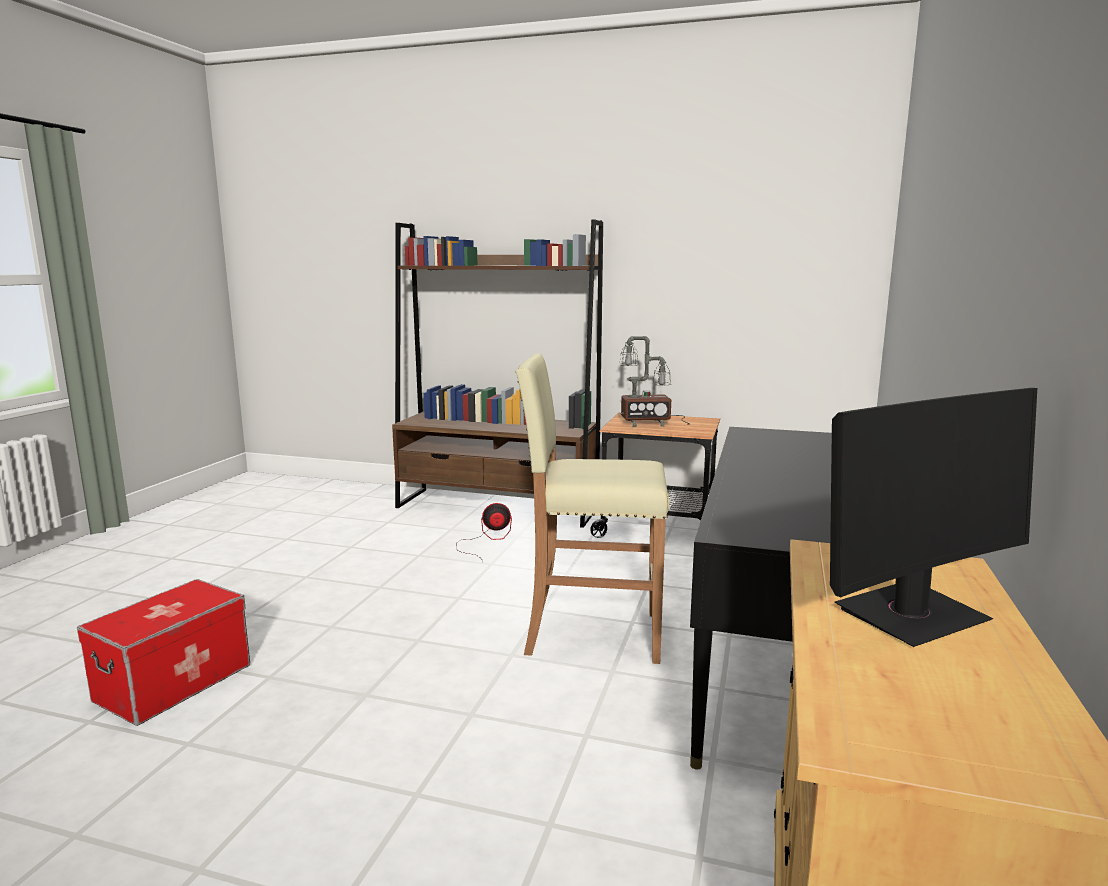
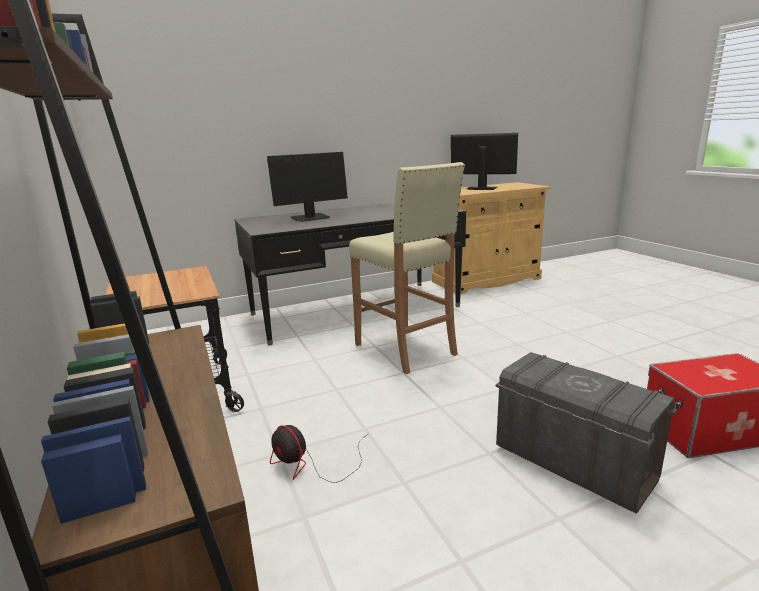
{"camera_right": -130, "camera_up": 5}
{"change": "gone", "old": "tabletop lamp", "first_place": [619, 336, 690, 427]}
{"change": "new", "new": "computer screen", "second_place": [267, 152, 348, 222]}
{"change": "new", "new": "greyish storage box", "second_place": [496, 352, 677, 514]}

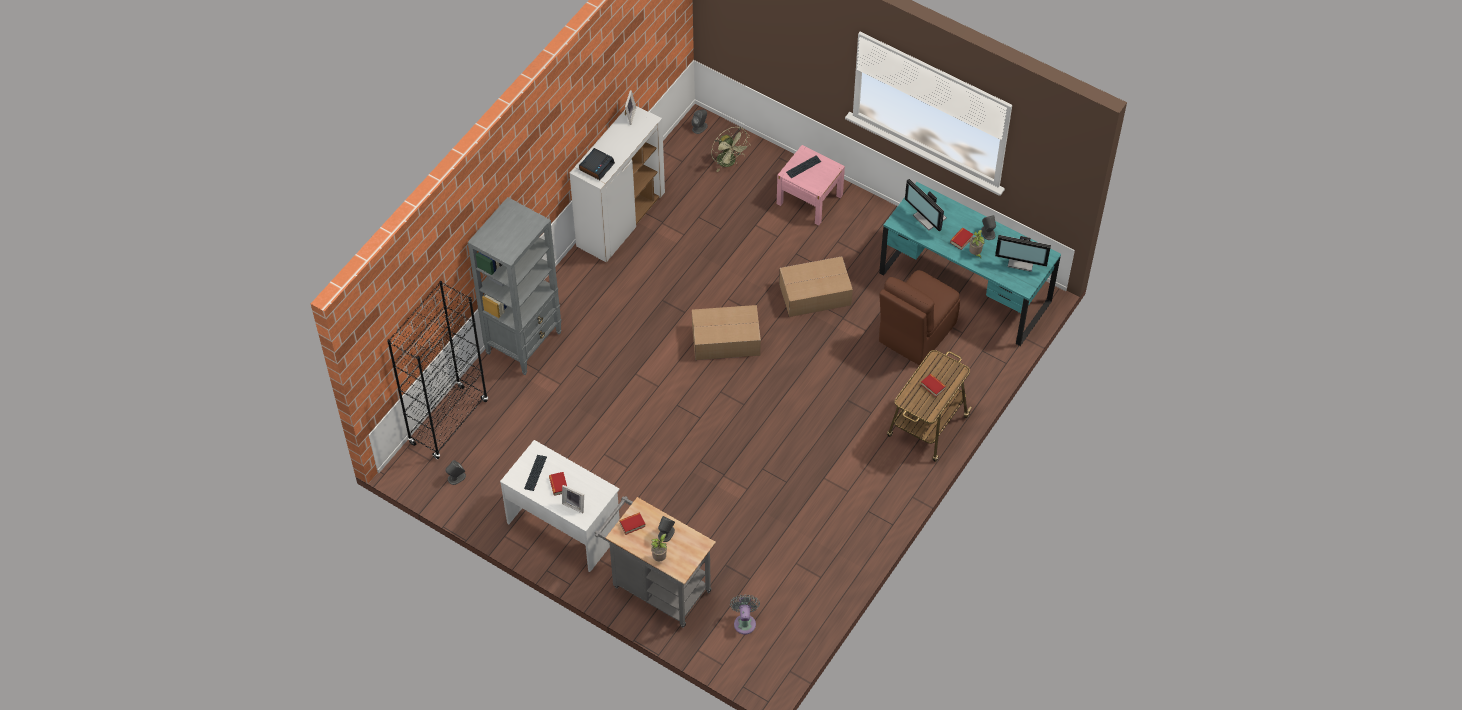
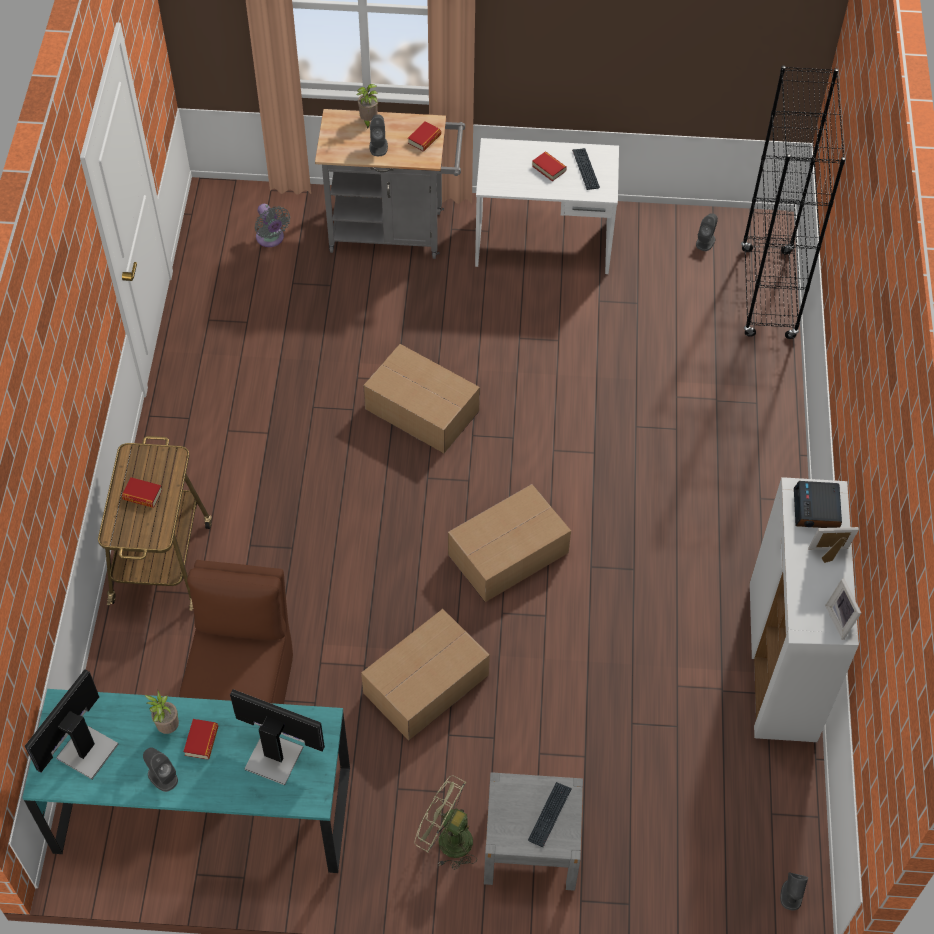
{"camera_right": 150, "camera_up": 0}
{"change": "gone", "old": "greyish bookshelf", "first_place": [468, 197, 562, 375]}
{"change": "new", "new": "cardboard box", "second_place": [363, 344, 480, 453]}
{"change": "shifted", "old": "standing frame", "first_place": [562, 485, 584, 514], "second_place": [808, 527, 859, 563]}
{"change": "shifted", "old": "green electric fan", "first_place": [711, 127, 751, 172], "second_place": [415, 775, 477, 870]}
{"change": "repainted", "old": "pink-coloured bedside table", "new": "greyish bedside table", "first_place": [777, 145, 845, 226], "second_place": [484, 772, 583, 891]}
{"change": "rotated", "old": "computer screen", "first_place": [995, 235, 1051, 272], "second_place": [24, 669, 119, 779], "degrees": -45}

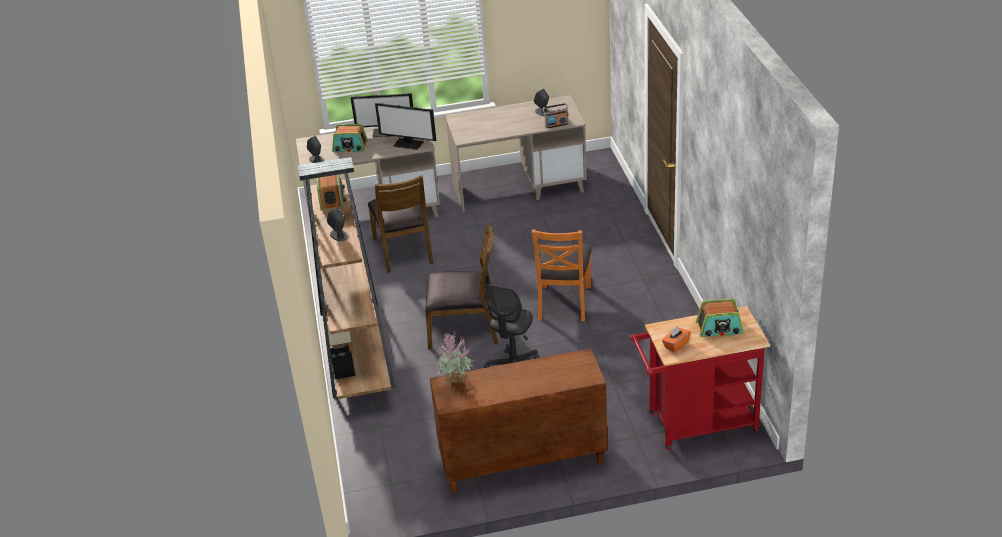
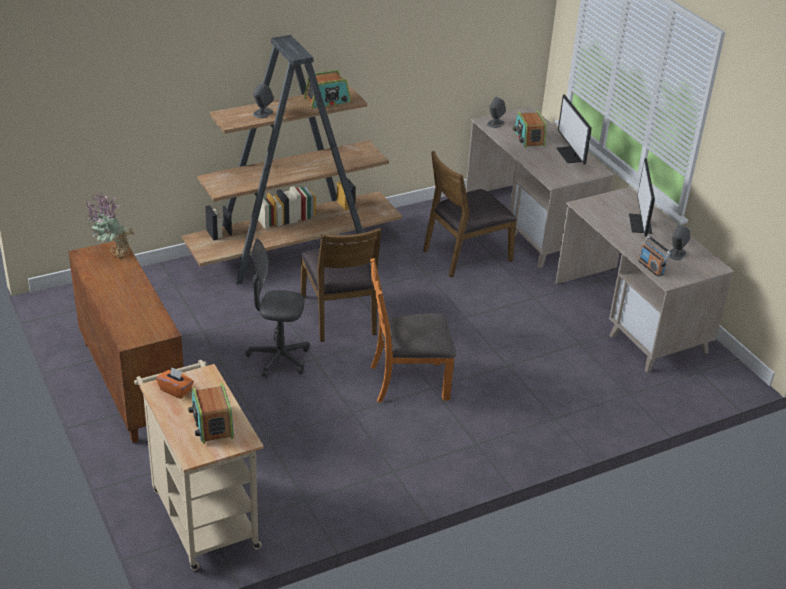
{"camera_right": 70, "camera_up": 0}
{"change": "shifted", "old": "computer screen", "first_place": [375, 103, 436, 150], "second_place": [629, 158, 655, 237]}
{"change": "repainted", "old": "red wheeled cart", "new": "beige wheeled cart", "first_place": [630, 306, 770, 450], "second_place": [134, 360, 264, 571]}

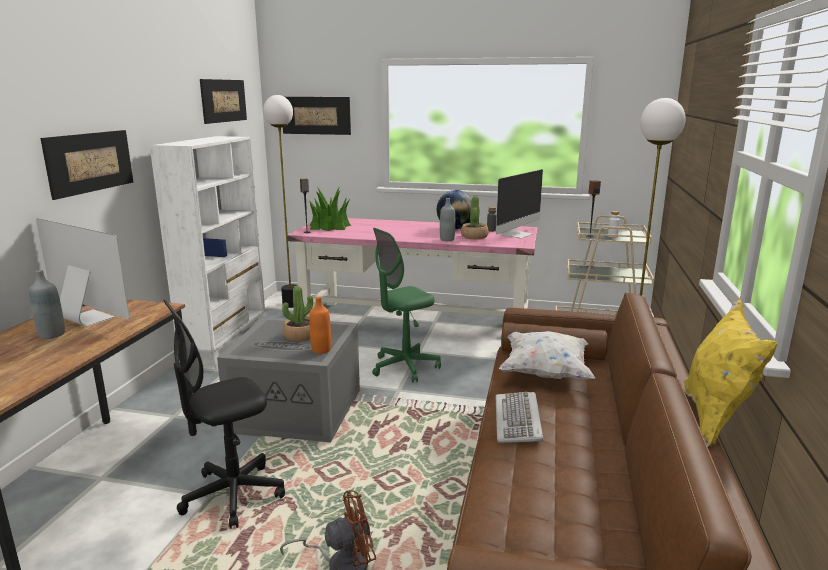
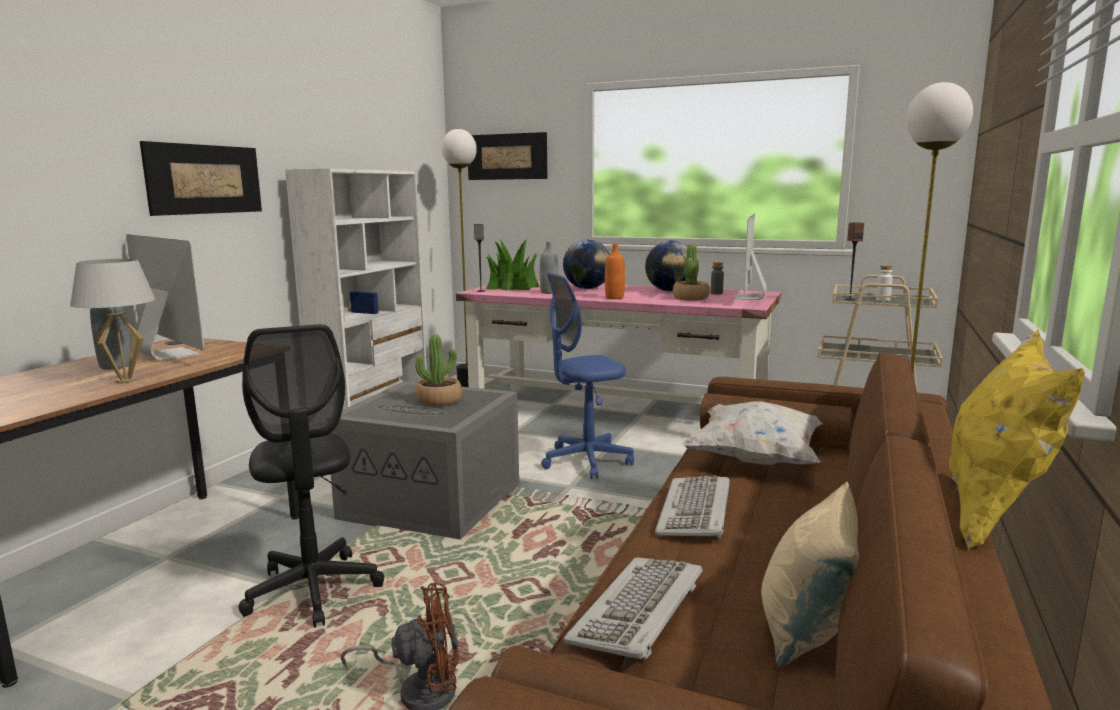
{"camera_right": 10, "camera_up": -5}
{"change": "gone", "old": "wall art", "first_place": [200, 79, 247, 124]}
{"change": "new", "new": "white-coloured tabletop lamp", "second_place": [70, 259, 156, 383]}
{"change": "new", "new": "world globe", "second_place": [563, 240, 610, 289]}
{"change": "new", "new": "PC keyboard", "second_place": [563, 557, 703, 661]}
{"change": "new", "new": "beige cushion", "second_place": [761, 482, 859, 667]}
{"change": "shifted", "old": "orangey bottle", "first_place": [309, 297, 331, 354], "second_place": [605, 244, 625, 299]}
{"change": "shifted", "old": "greyish bottle", "first_place": [440, 198, 455, 241], "second_place": [540, 242, 559, 294]}
{"change": "repainted", "old": "green desk chair", "new": "blue-coloured desk chair", "first_place": [372, 228, 441, 382], "second_place": [541, 272, 634, 479]}
{"change": "rotated", "old": "black desk chair", "first_place": [164, 300, 285, 529], "second_place": [238, 324, 384, 628], "degrees": -90}
{"change": "rotated", "old": "computer screen", "first_place": [496, 169, 543, 239], "second_place": [733, 213, 767, 300], "degrees": 150}

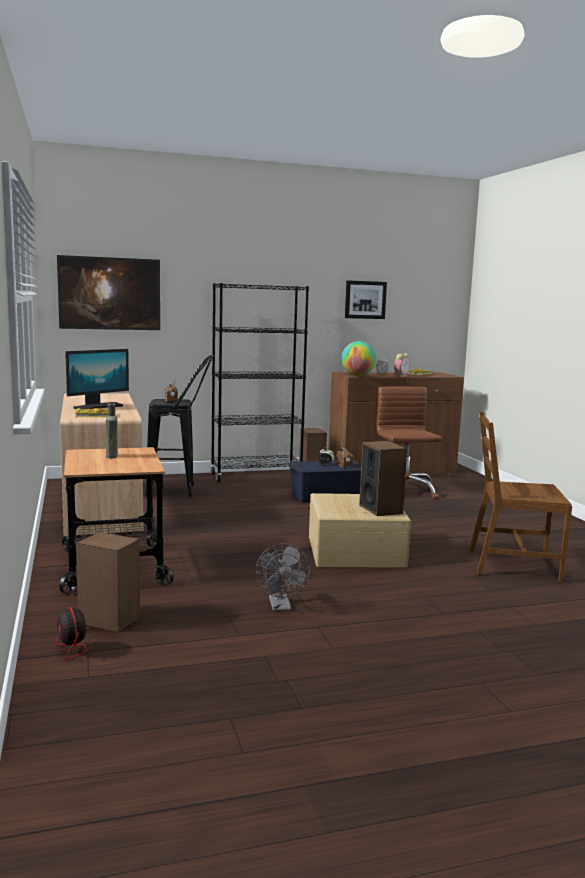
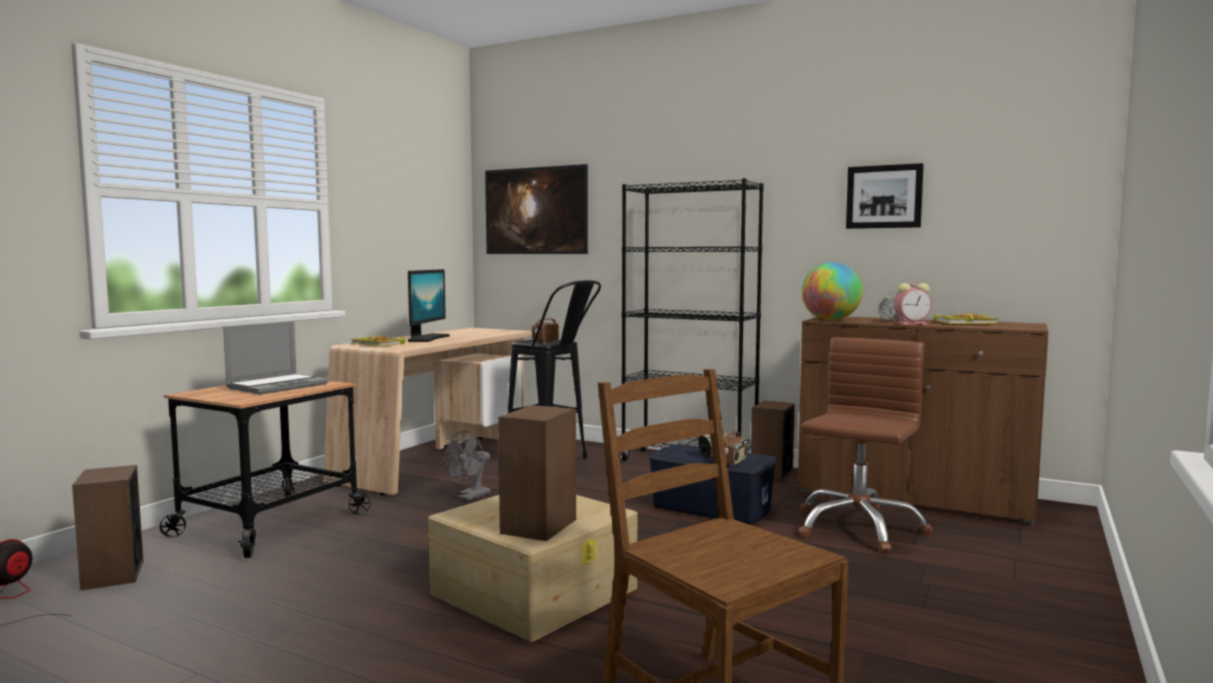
{"camera_right": 45, "camera_up": -5}
{"change": "shifted", "old": "greyish electric fan", "first_place": [256, 543, 310, 612], "second_place": [444, 431, 490, 501]}
{"change": "swapped", "old": "brown-coloured bottle", "new": "portable computer", "first_place": [106, 403, 118, 458], "second_place": [223, 321, 329, 394]}
{"change": "rotated", "old": "computer screen", "first_place": [65, 349, 129, 409], "second_place": [408, 269, 450, 342], "degrees": -75}

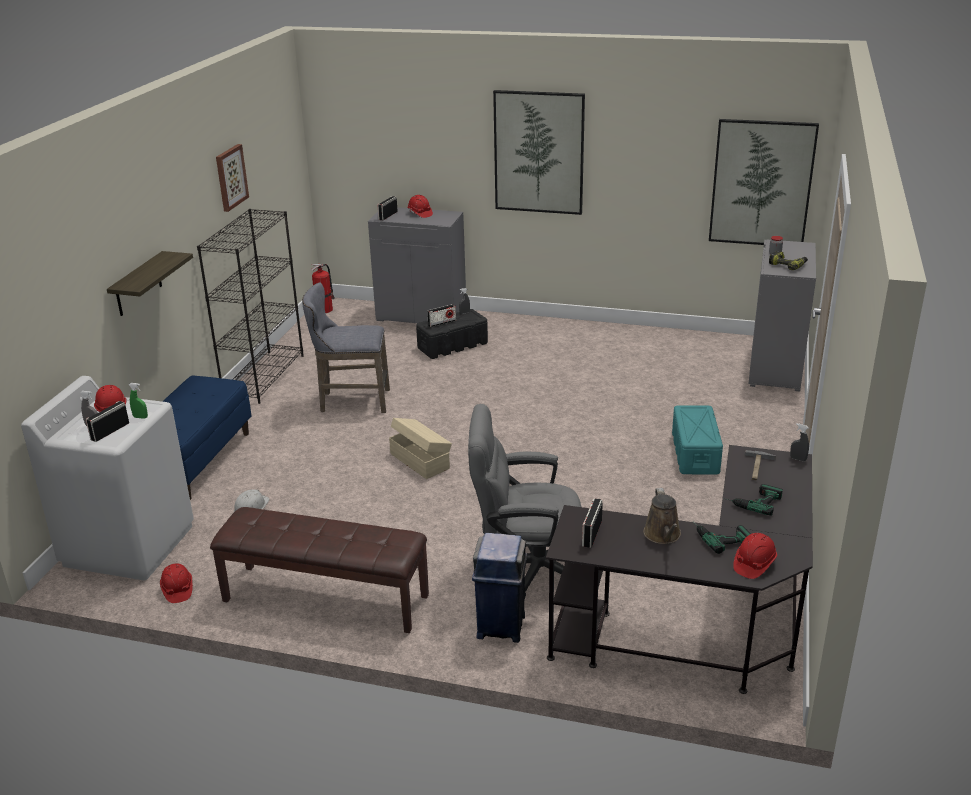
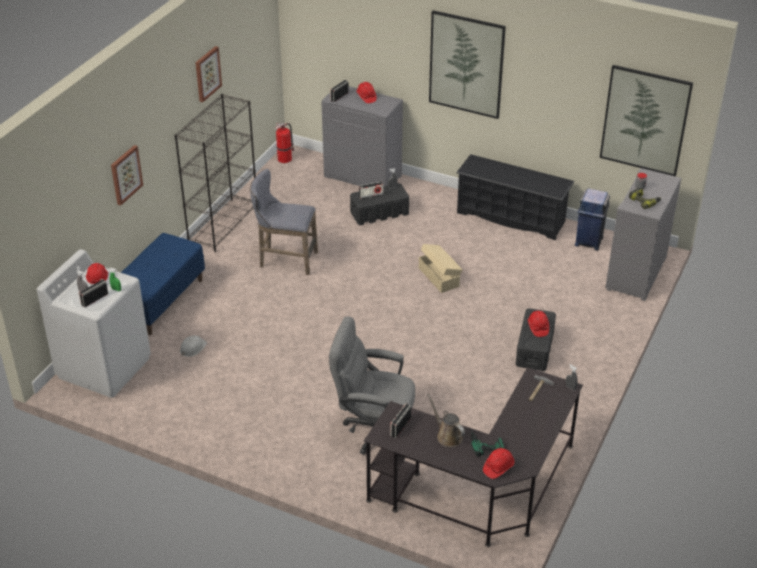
{"camera_right": 10, "camera_up": 10}
{"change": "gone", "old": "brown-coloured indoor bench", "first_place": [210, 507, 429, 633]}
{"change": "gone", "old": "drill", "first_place": [723, 484, 783, 516]}
{"change": "new", "new": "black shoe stand", "second_place": [456, 154, 575, 240]}
{"change": "shifted", "old": "red hard hat", "first_place": [160, 564, 193, 603], "second_place": [528, 311, 549, 337]}
{"change": "shifted", "old": "beige storage box", "first_place": [389, 418, 452, 479], "second_place": [419, 244, 463, 293]}
{"change": "shifted", "old": "blue-coloured rubbish bin", "first_place": [472, 533, 527, 643], "second_place": [575, 188, 610, 251]}
{"change": "swapped", "old": "wall shelf", "new": "wall art", "first_place": [107, 251, 193, 316], "second_place": [111, 145, 143, 205]}
{"change": "repainted", "old": "blue-green storage box", "new": "black storage box", "first_place": [672, 405, 723, 475], "second_place": [516, 308, 556, 371]}
{"change": "rotated", "old": "brown-coloured sprinkling can", "first_place": [644, 488, 681, 544], "second_place": [427, 394, 465, 447], "degrees": 135}

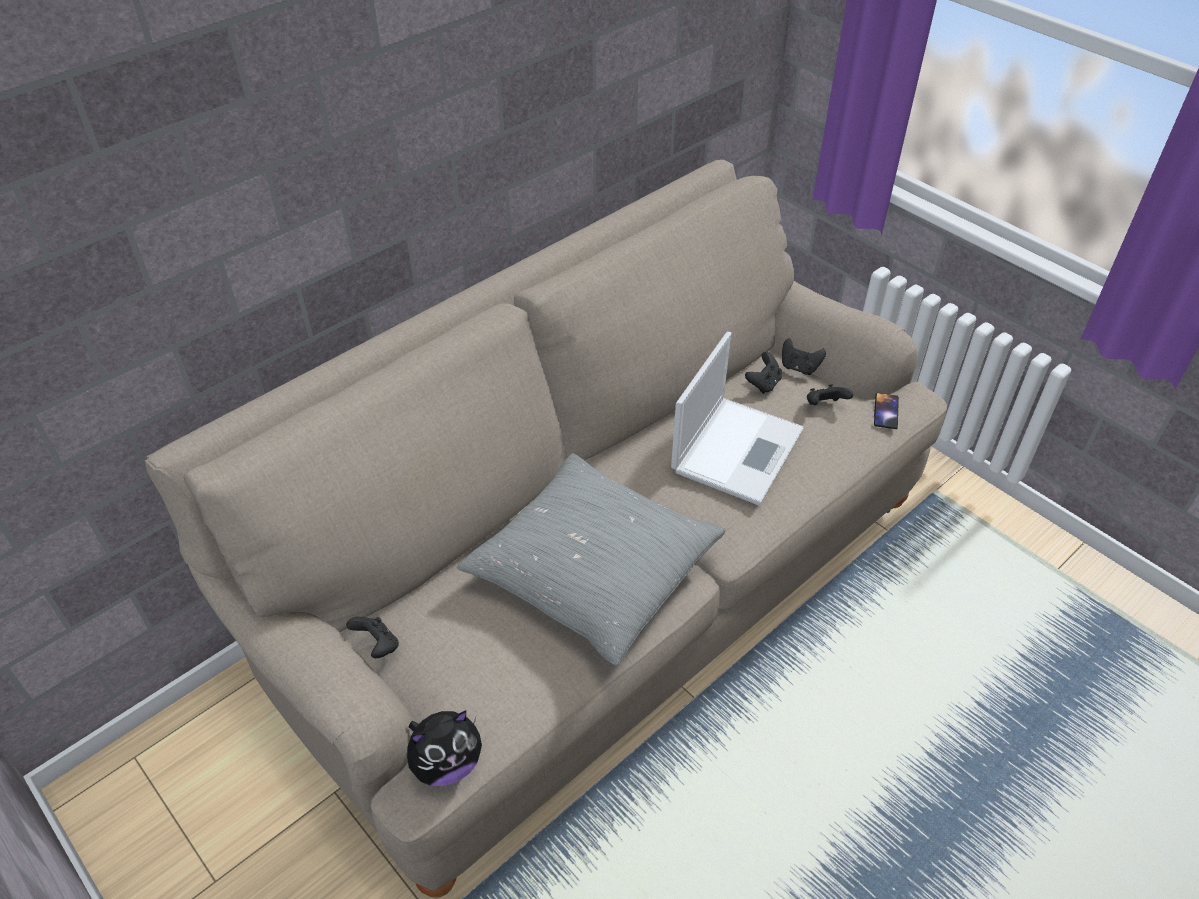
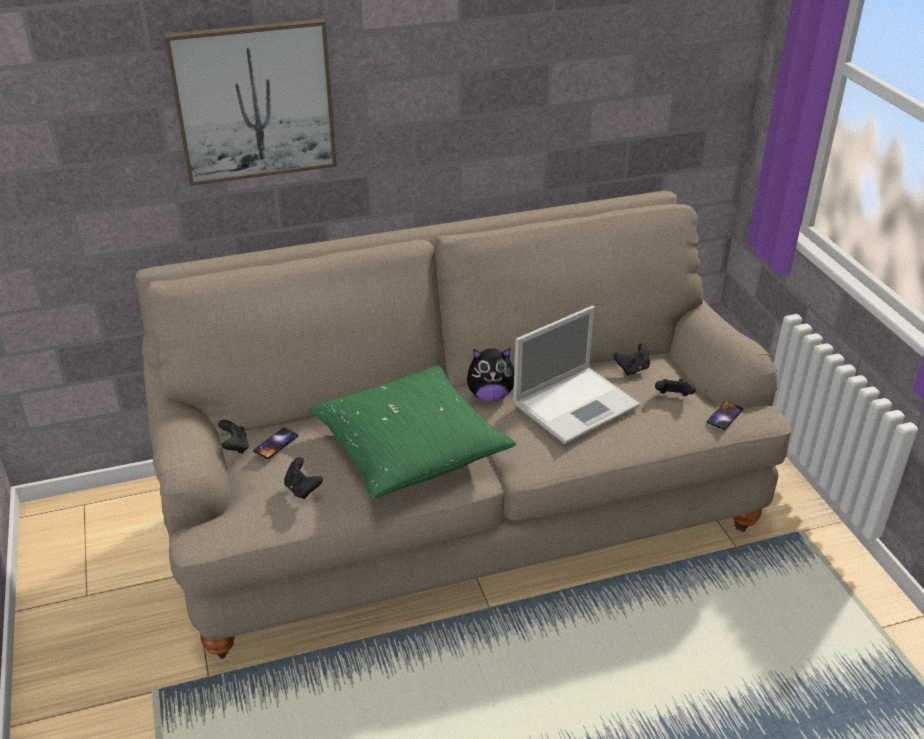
{"camera_right": 25, "camera_up": -10}
{"change": "new", "new": "wall art", "second_place": [164, 18, 337, 186]}
{"change": "new", "new": "telephone", "second_place": [253, 428, 298, 459]}
{"change": "shifted", "old": "plush toy", "first_place": [407, 710, 482, 786], "second_place": [467, 348, 514, 401]}
{"change": "shifted", "old": "black joypad", "first_place": [782, 339, 826, 375], "second_place": [284, 457, 323, 499]}
{"change": "repainted", "old": "greyish cushion", "new": "green cushion", "first_place": [457, 453, 726, 665], "second_place": [308, 365, 516, 499]}

